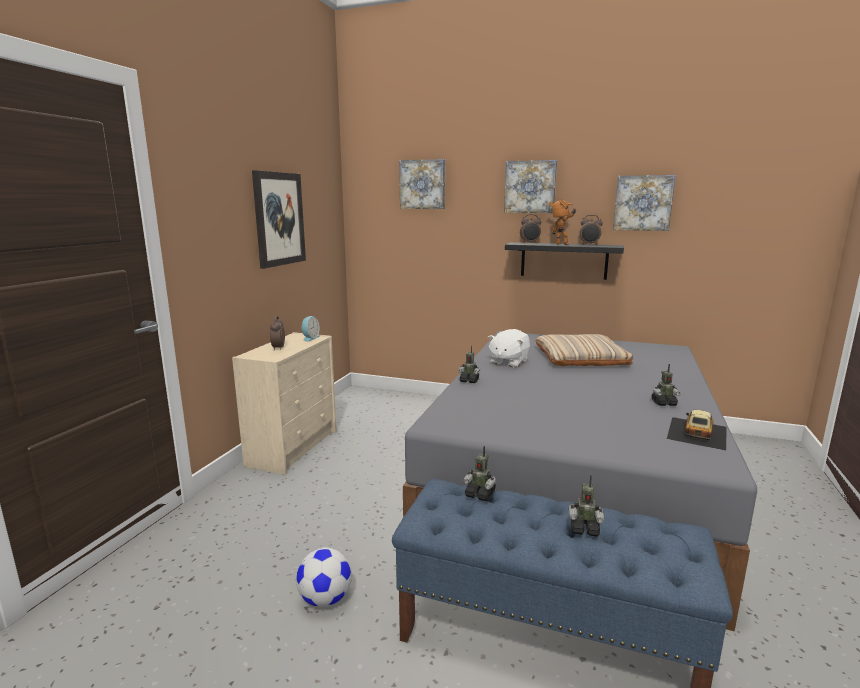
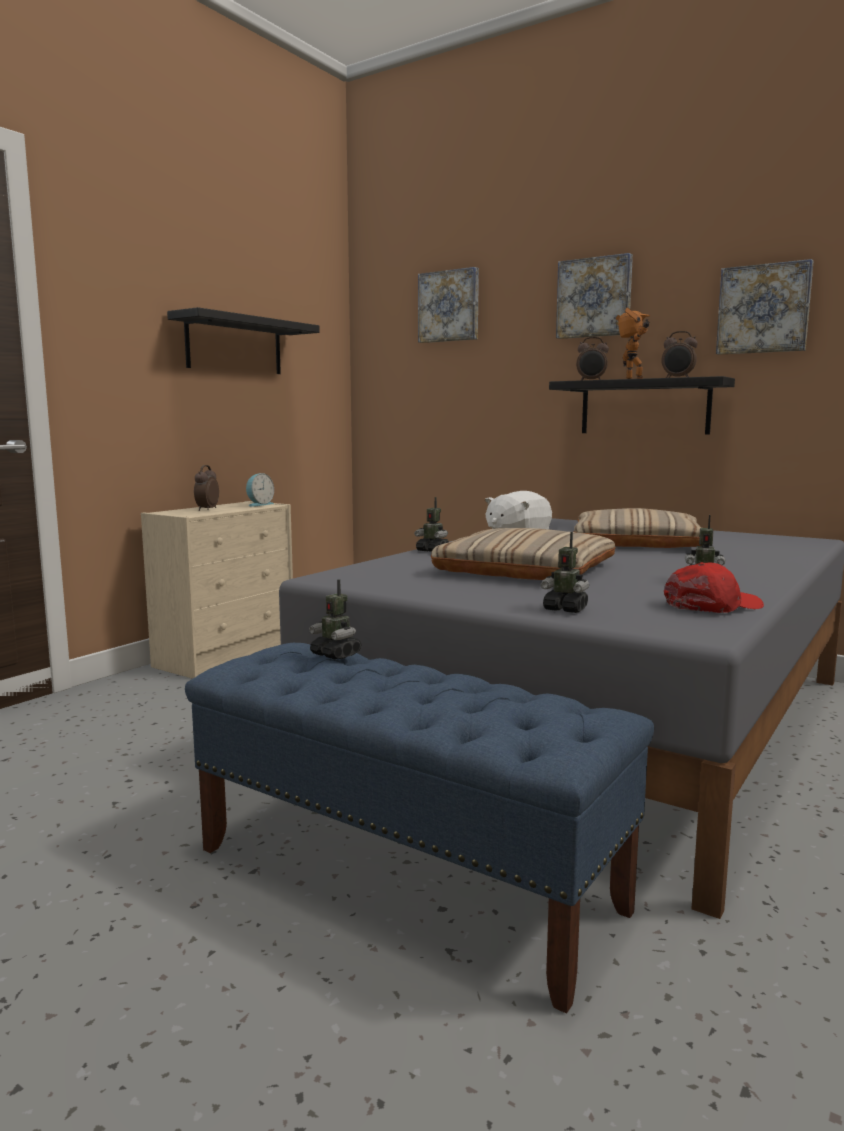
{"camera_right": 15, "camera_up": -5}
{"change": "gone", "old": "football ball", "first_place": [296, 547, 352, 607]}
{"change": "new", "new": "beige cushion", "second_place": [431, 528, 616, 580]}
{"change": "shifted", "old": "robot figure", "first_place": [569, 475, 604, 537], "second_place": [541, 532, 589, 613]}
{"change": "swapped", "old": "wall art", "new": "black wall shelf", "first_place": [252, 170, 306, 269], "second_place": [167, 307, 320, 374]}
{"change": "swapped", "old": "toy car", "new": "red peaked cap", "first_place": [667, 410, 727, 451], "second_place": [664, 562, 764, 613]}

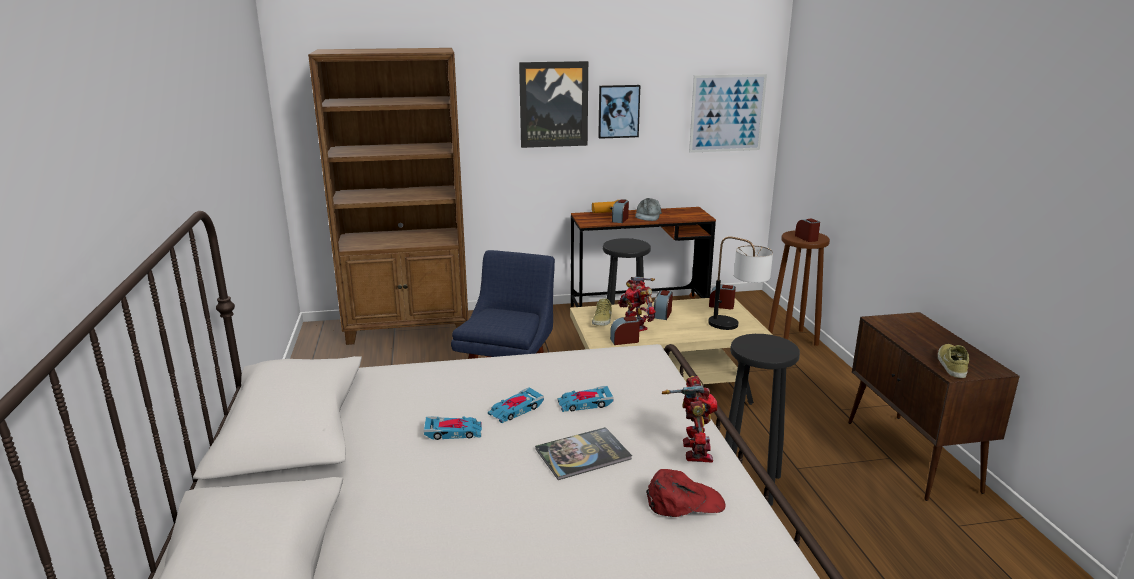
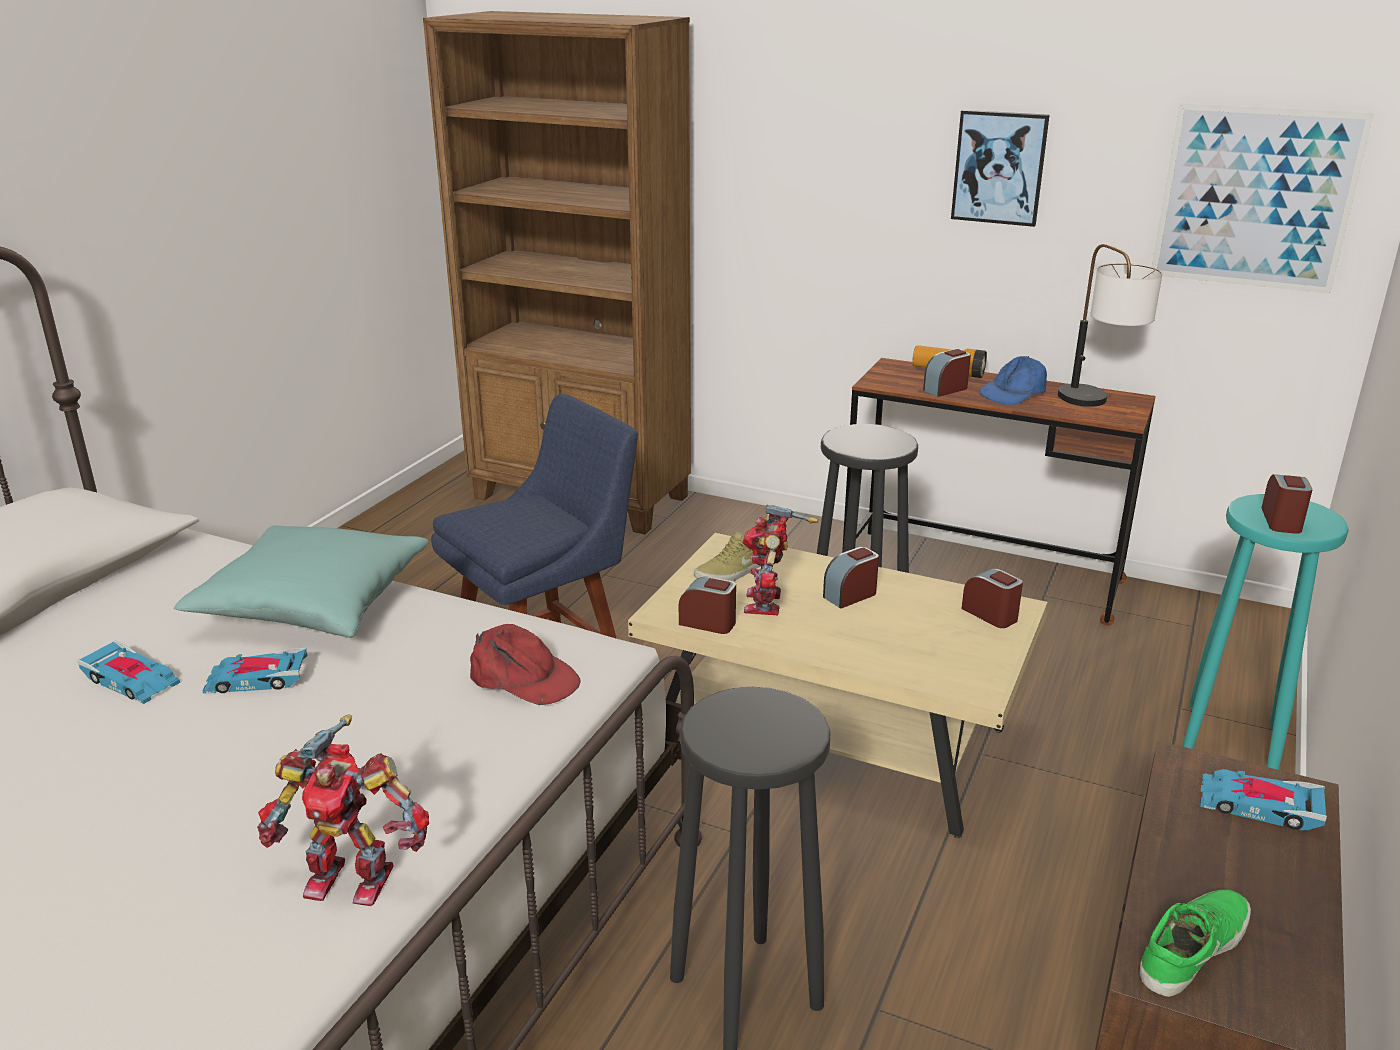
{"camera_right": 35, "camera_up": 5}
{"change": "gone", "old": "wall art", "first_place": [519, 61, 588, 148]}
{"change": "gone", "old": "book", "first_place": [535, 427, 632, 480]}
{"change": "new", "new": "blue-green cushion", "second_place": [174, 526, 429, 638]}
{"change": "shifted", "old": "toy car", "first_place": [558, 386, 614, 412], "second_place": [1200, 769, 1327, 830]}
{"change": "shifted", "old": "red peaked cap", "first_place": [646, 469, 726, 517], "second_place": [470, 624, 581, 705]}
{"change": "shifted", "old": "tabletop lamp", "first_place": [708, 236, 773, 330], "second_place": [1058, 244, 1163, 407]}
{"change": "repainted", "old": "greyish peaked cap", "new": "blue-coloured peaked cap", "first_place": [635, 198, 662, 221], "second_place": [979, 356, 1047, 405]}
{"change": "repainted", "old": "brown-coloured stool", "new": "blue-green stool", "first_place": [768, 230, 830, 346], "second_place": [1182, 494, 1349, 770]}
{"change": "repainted", "old": "beige low shoe", "new": "green low shoe", "first_place": [938, 344, 969, 378], "second_place": [1140, 890, 1251, 997]}
{"change": "rotated", "old": "robot figure", "first_place": [662, 376, 717, 463], "second_place": [257, 714, 429, 906], "degrees": 60}

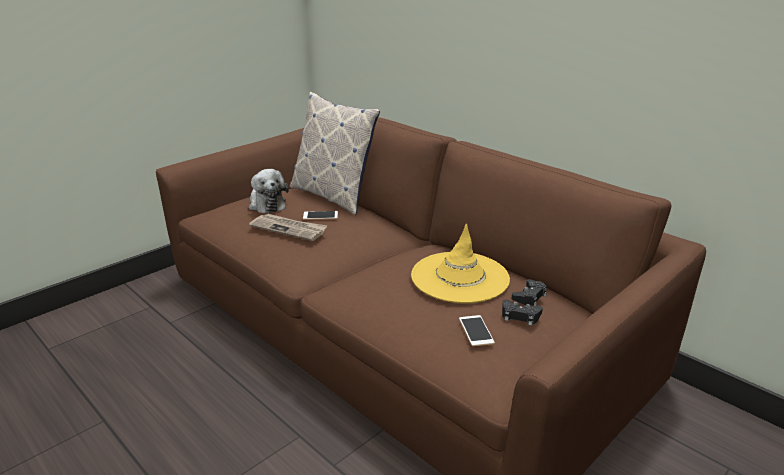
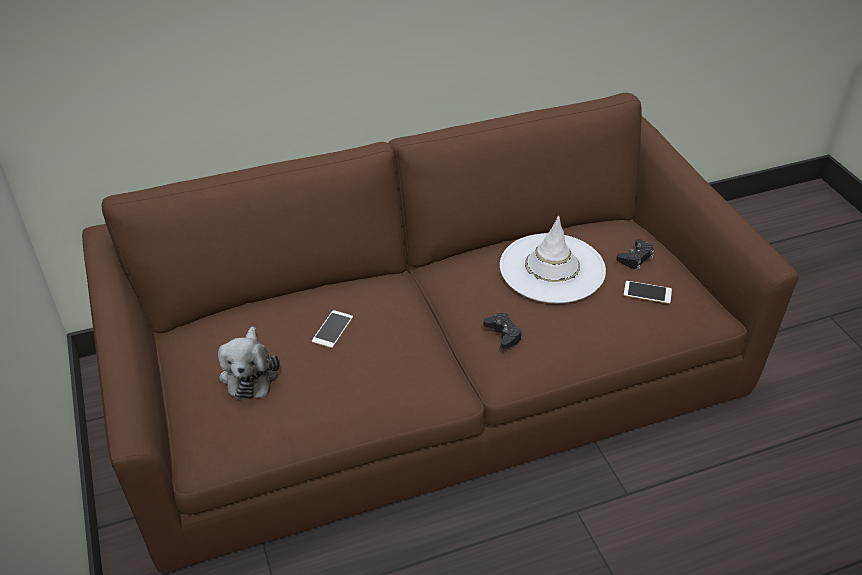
{"camera_right": -65, "camera_up": 15}
{"change": "gone", "old": "printed paper", "first_place": [249, 214, 327, 241]}
{"change": "gone", "old": "cushion", "first_place": [290, 92, 380, 215]}
{"change": "shifted", "old": "black joypad", "first_place": [511, 279, 547, 306], "second_place": [483, 313, 522, 349]}
{"change": "repainted", "old": "yellowish hat", "new": "white-coloured hat", "first_place": [411, 224, 510, 304], "second_place": [500, 216, 606, 303]}
{"change": "rotated", "old": "plush toy", "first_place": [249, 169, 289, 214], "second_place": [218, 326, 280, 400], "degrees": 90}

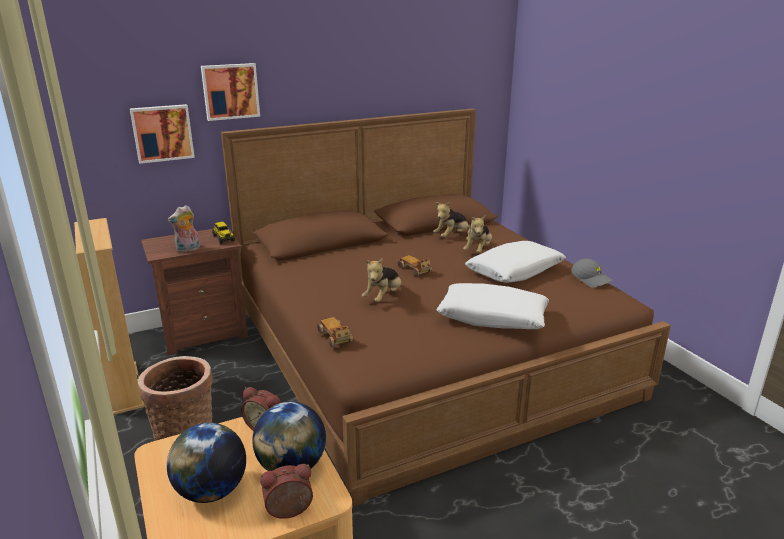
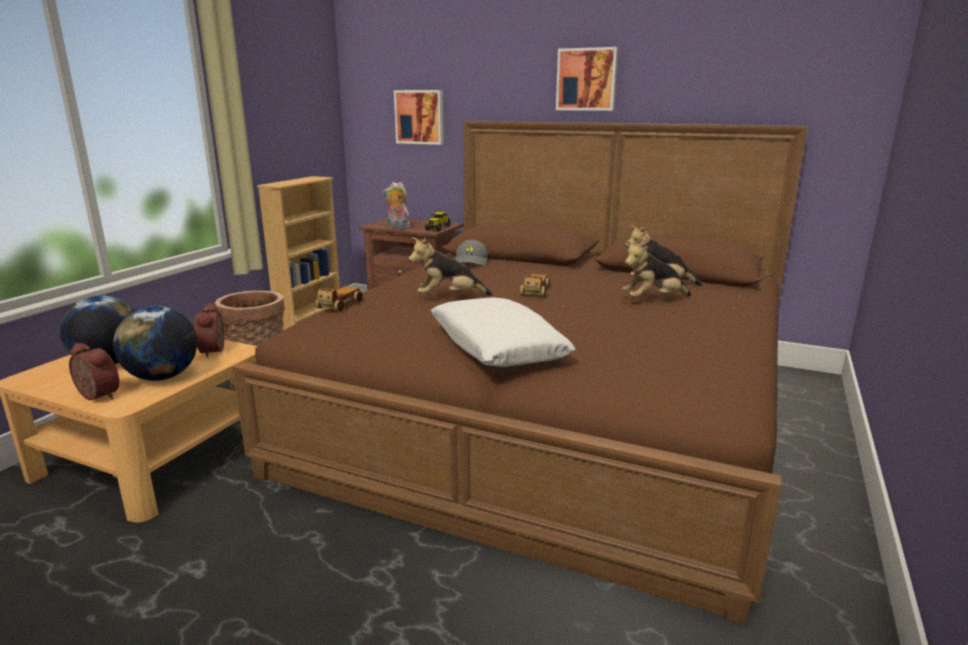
{"camera_right": 50, "camera_up": -5}
{"change": "gone", "old": "white-coloured cushion", "first_place": [465, 241, 566, 283]}
{"change": "shifted", "old": "wall art", "first_place": [201, 63, 260, 121], "second_place": [556, 47, 618, 111]}
{"change": "shifted", "old": "greyish peaked cap", "first_place": [571, 259, 613, 288], "second_place": [454, 240, 488, 266]}

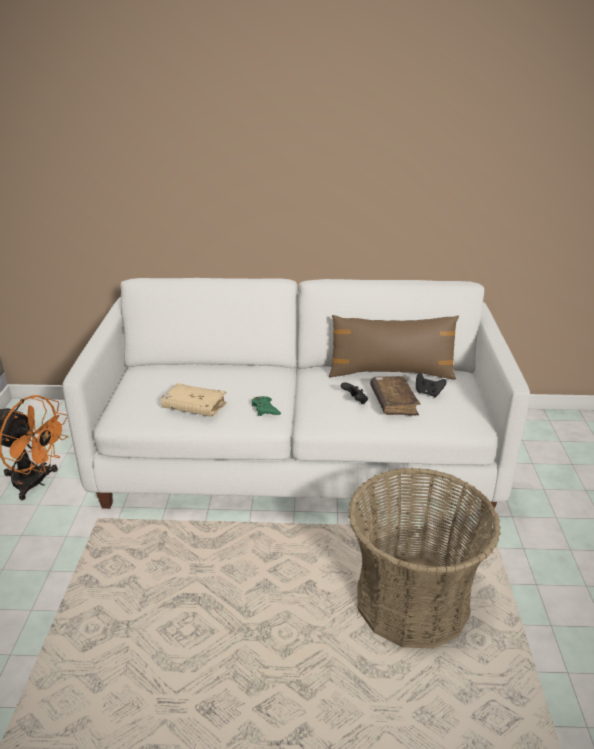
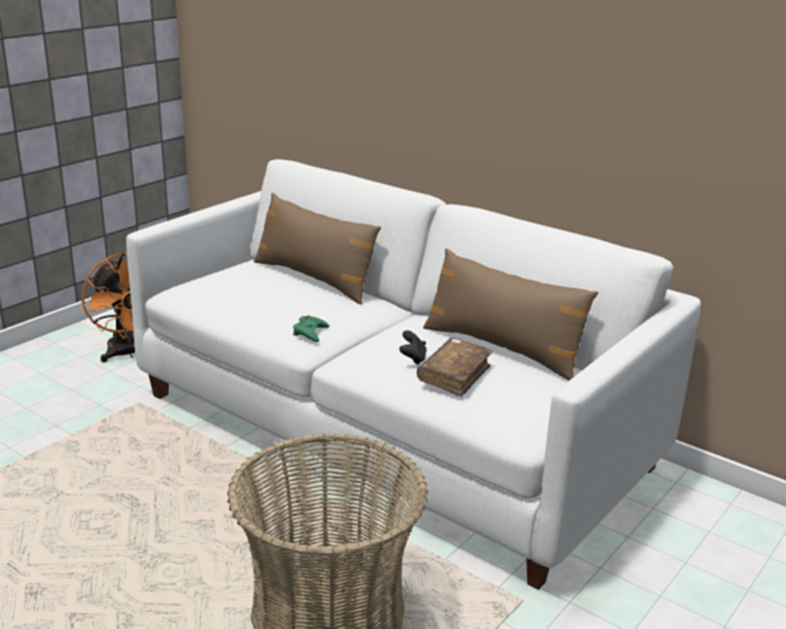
{"camera_right": 35, "camera_up": -5}
{"change": "gone", "old": "beige book", "first_place": [161, 383, 227, 417]}
{"change": "gone", "old": "black joypad", "first_place": [416, 373, 446, 397]}
{"change": "new", "new": "brown-coloured cushion", "second_place": [254, 193, 381, 305]}

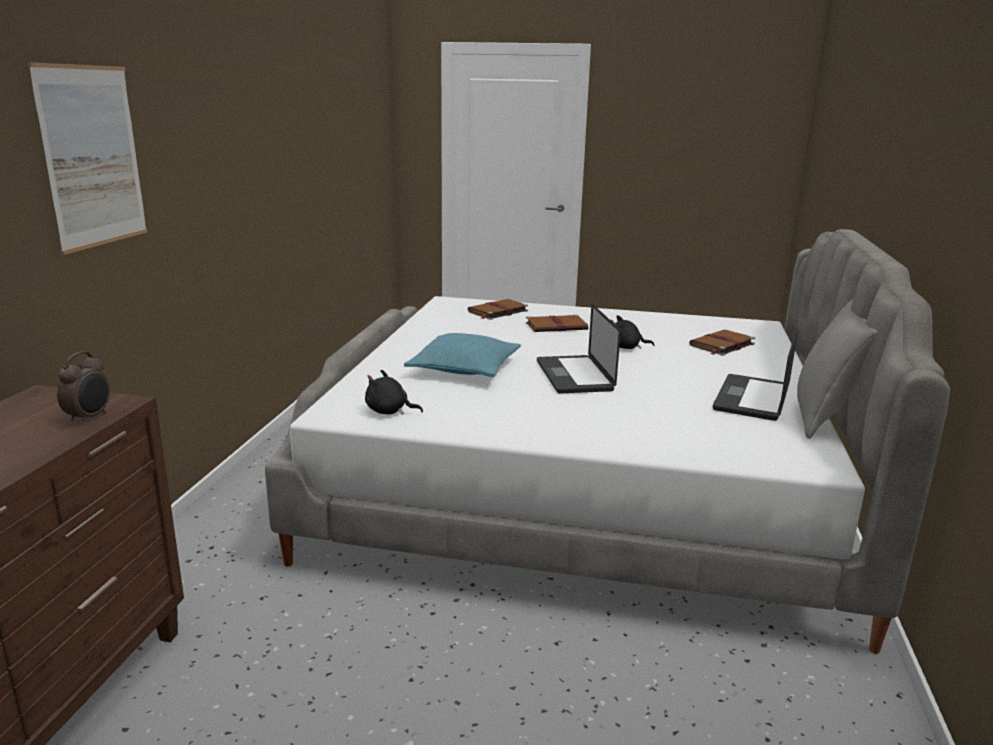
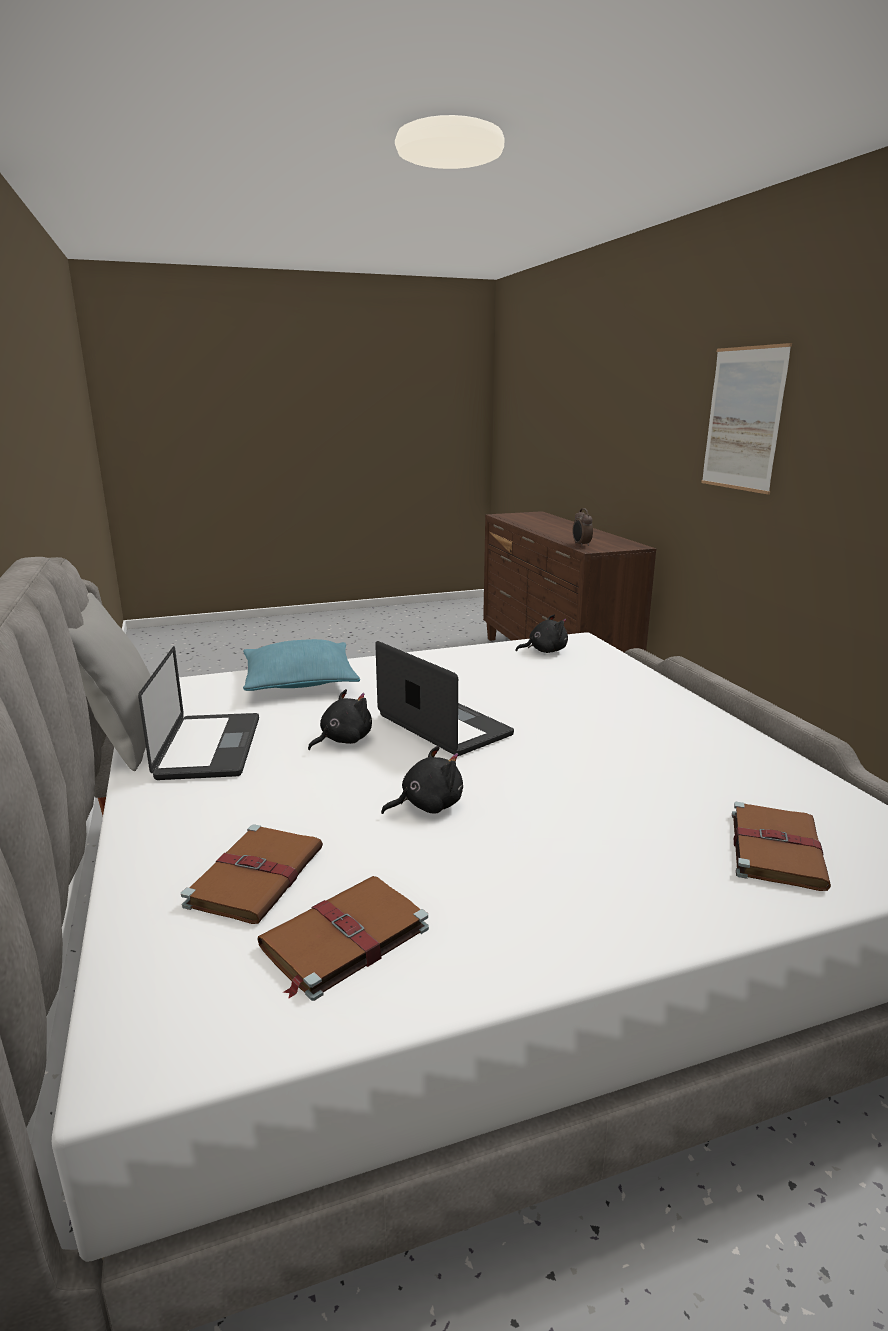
{"camera_right": 150, "camera_up": 0}
{"change": "new", "new": "black plush toy", "second_place": [308, 689, 372, 750]}
{"change": "shifted", "old": "blue-green cushion", "first_place": [404, 333, 521, 377], "second_place": [243, 639, 360, 691]}
{"change": "shifted", "old": "brown-coloured book", "first_place": [526, 314, 588, 332], "second_place": [257, 876, 429, 1001]}

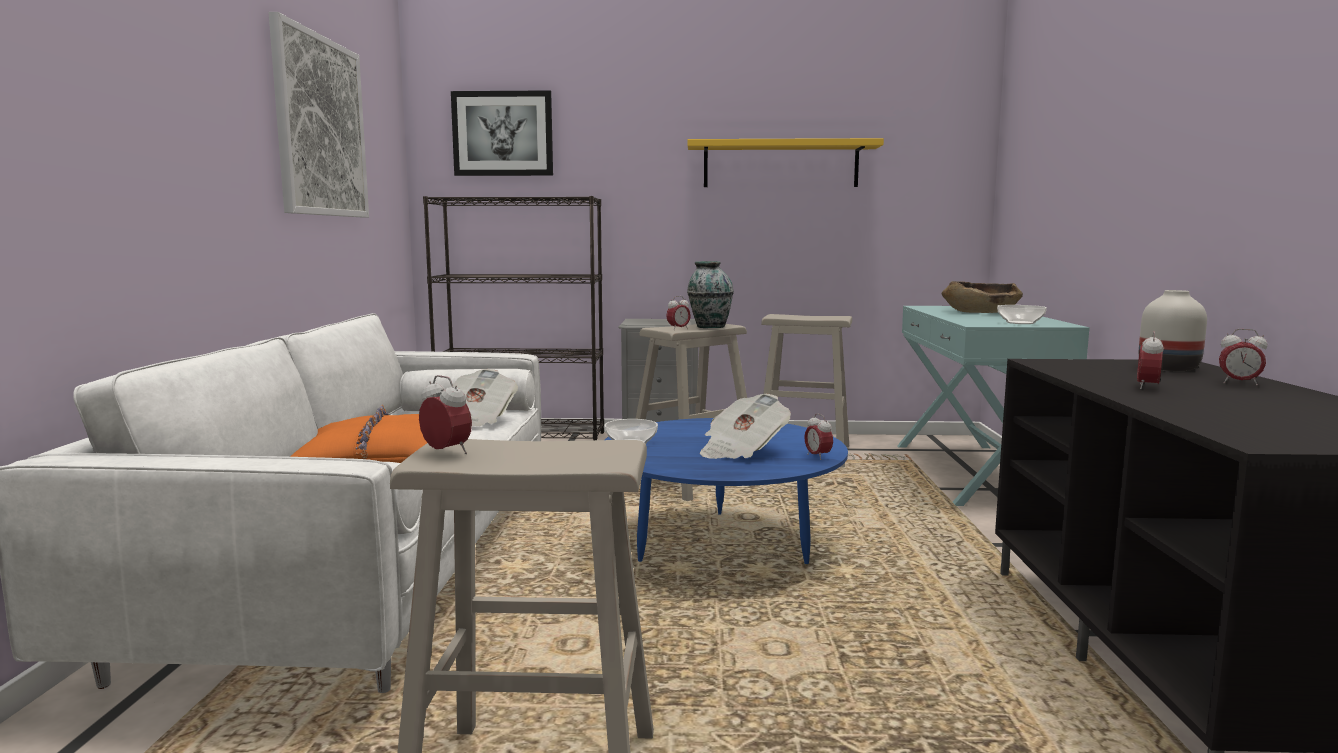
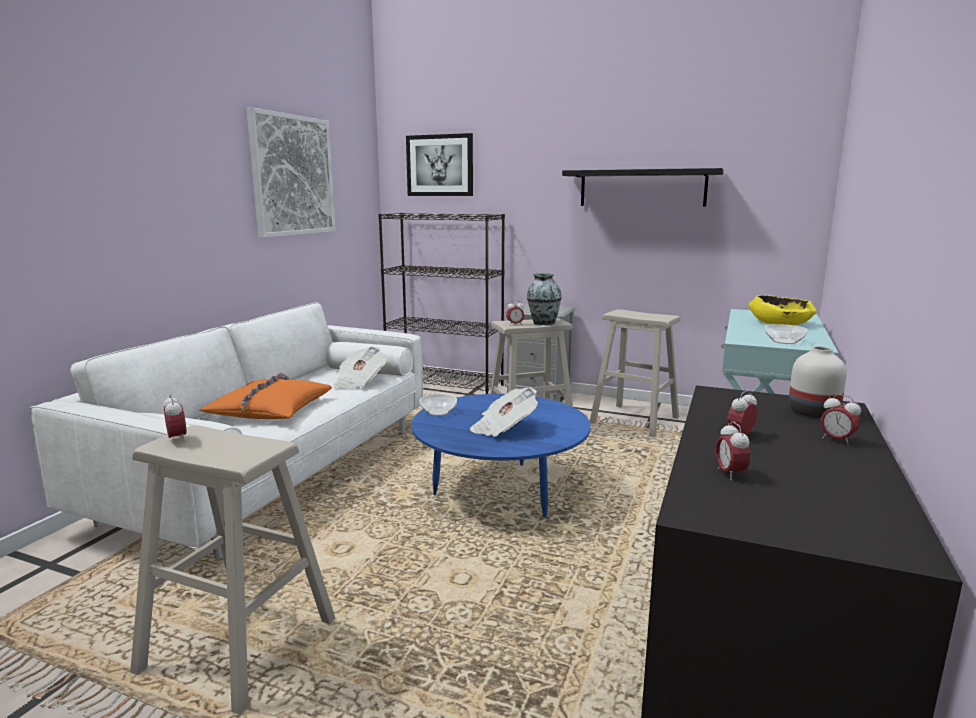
{"camera_right": 20, "camera_up": 5}
{"change": "shifted", "old": "table clock", "first_place": [804, 413, 833, 460], "second_place": [716, 421, 750, 480]}
{"change": "repainted", "old": "yellowish wall shelf", "new": "black wall shelf", "first_place": [687, 138, 884, 187], "second_place": [562, 168, 724, 207]}
{"change": "repainted", "old": "brown-coloured deep dish", "new": "yellowish deep dish", "first_place": [942, 281, 1023, 313], "second_place": [748, 295, 817, 325]}

